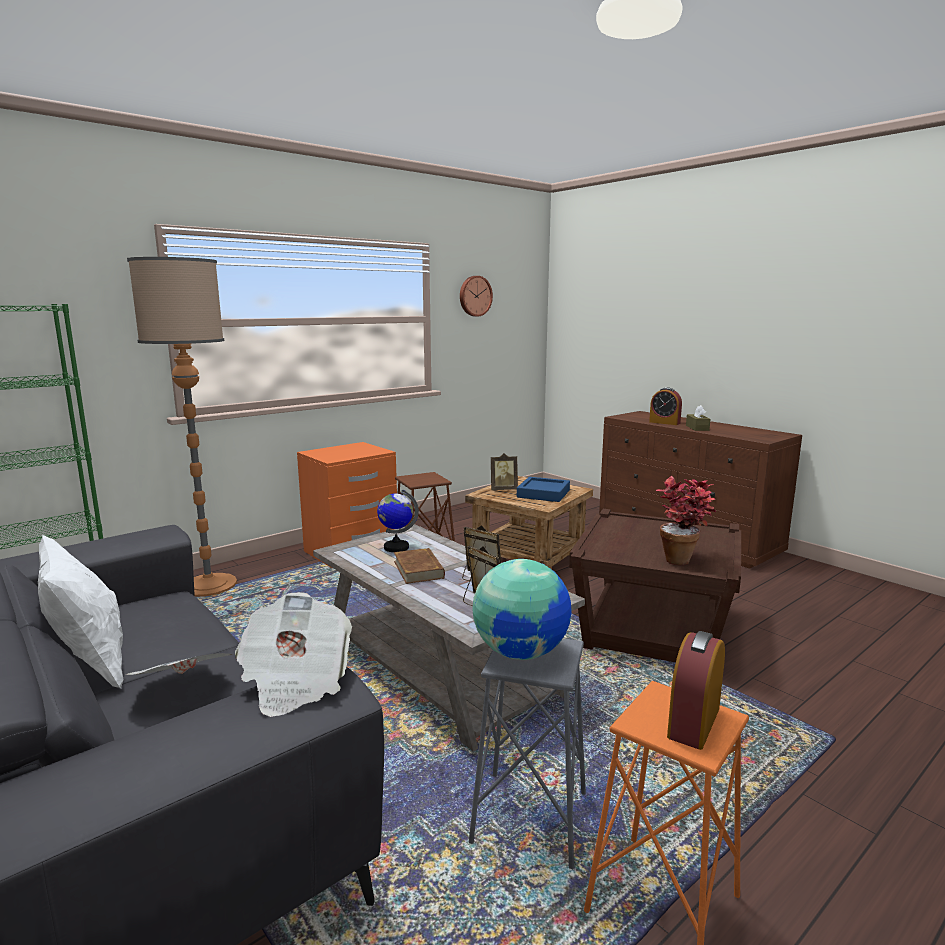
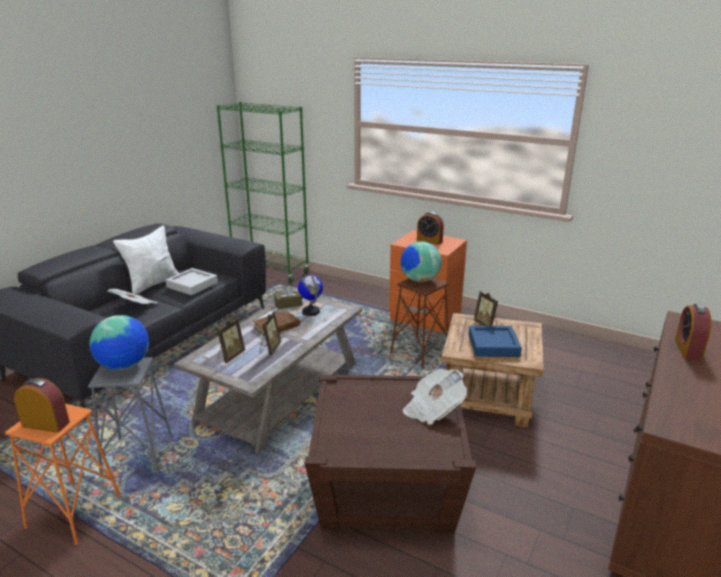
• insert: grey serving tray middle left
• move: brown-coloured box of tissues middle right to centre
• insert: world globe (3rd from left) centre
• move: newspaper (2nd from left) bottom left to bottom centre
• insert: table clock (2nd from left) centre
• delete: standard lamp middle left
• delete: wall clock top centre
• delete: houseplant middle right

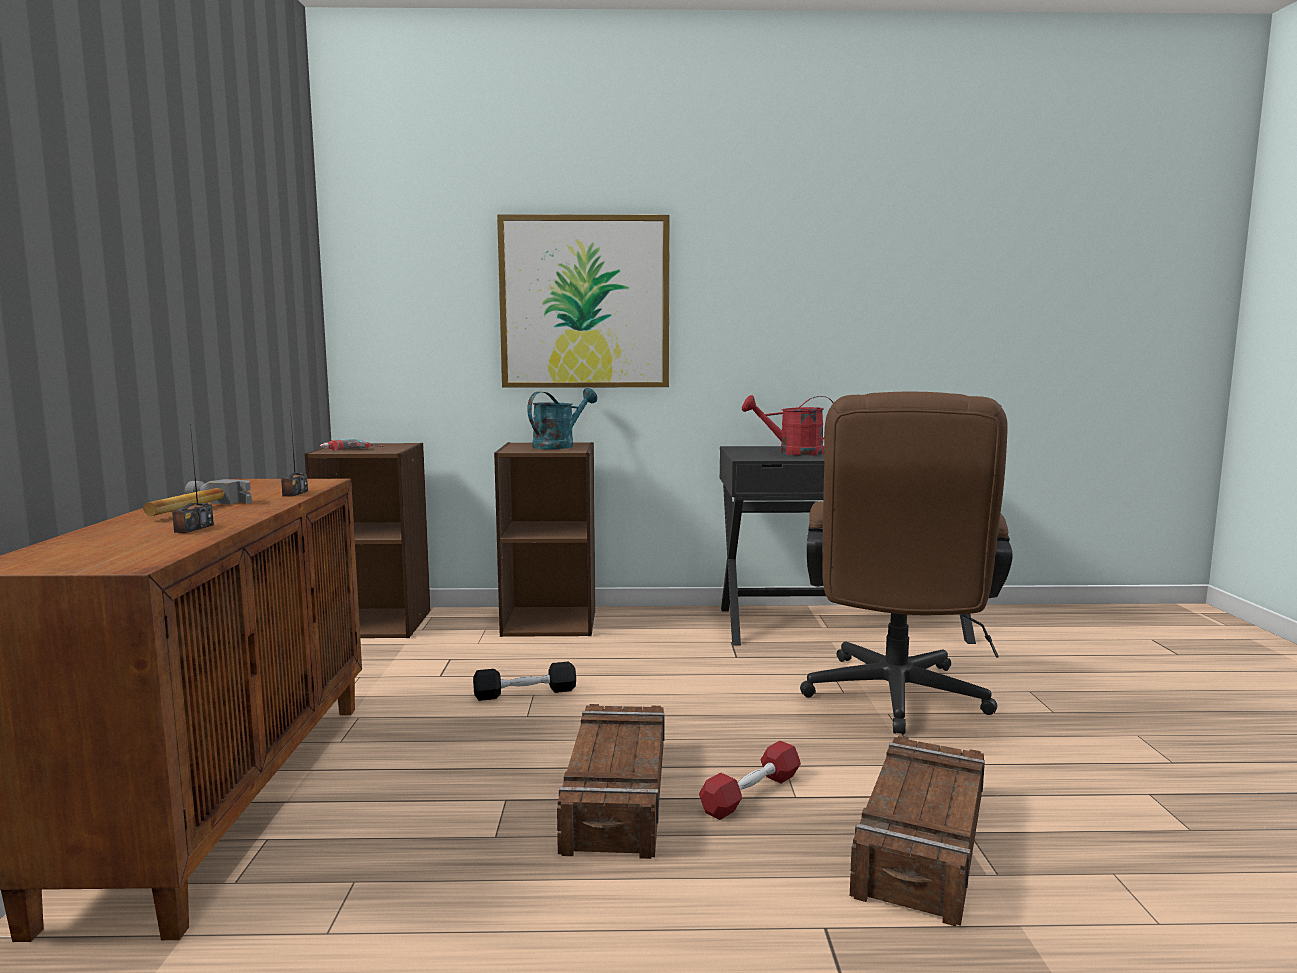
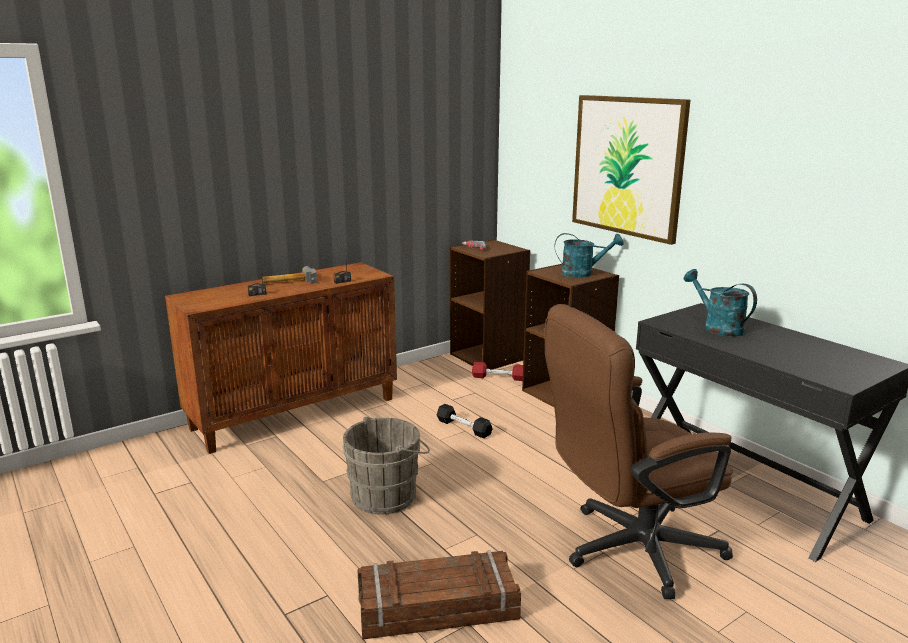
• replace: packing crate (1st from left) bottom centre to grey bucket bottom centre
• move: reddish free weight bottom centre to centre
• recolor: reddish watering can centre to turquoise watering can (2nd from left) middle right

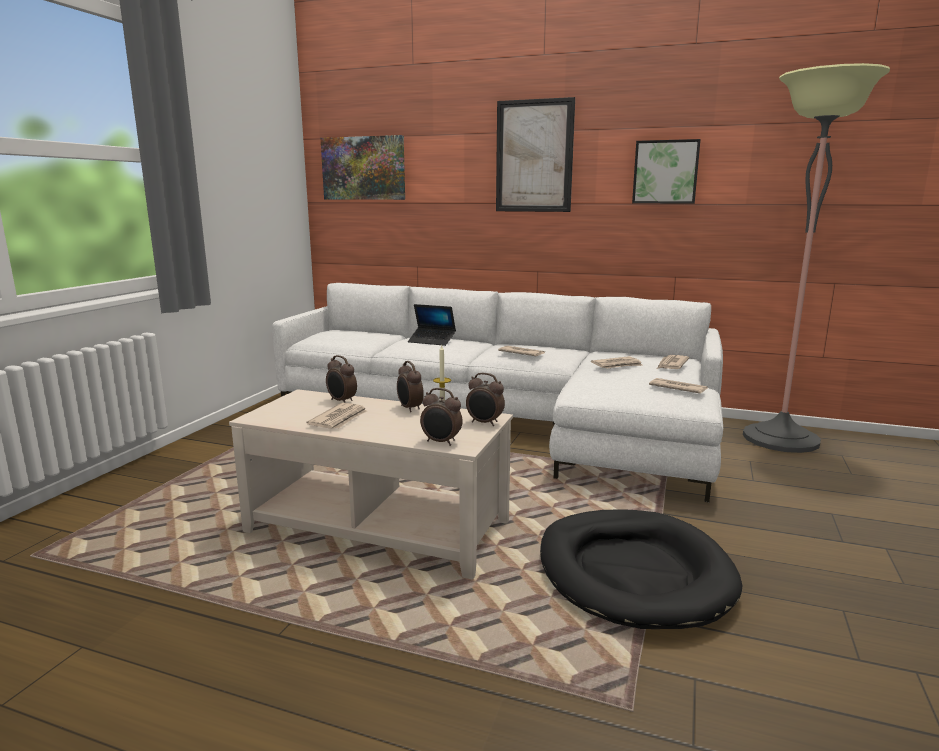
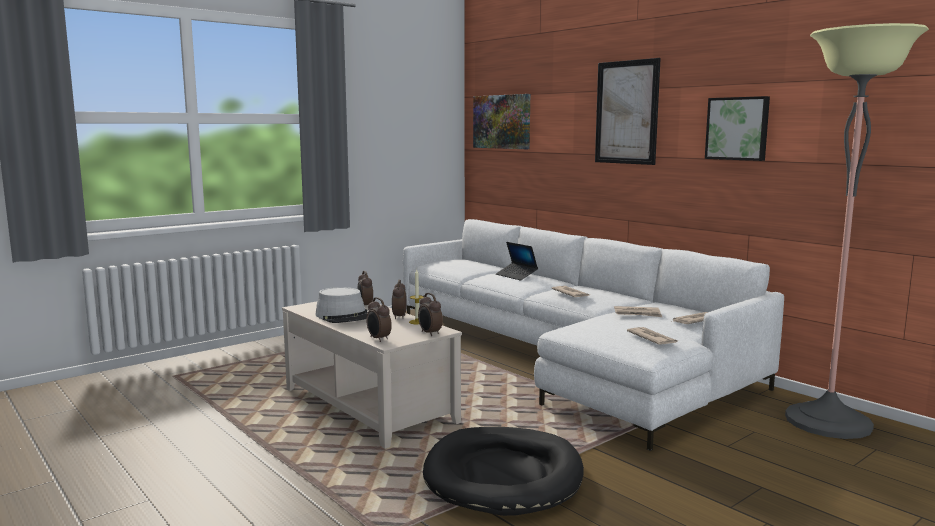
• replace: newspaper (1st from left) centre to grey wearable hat centre

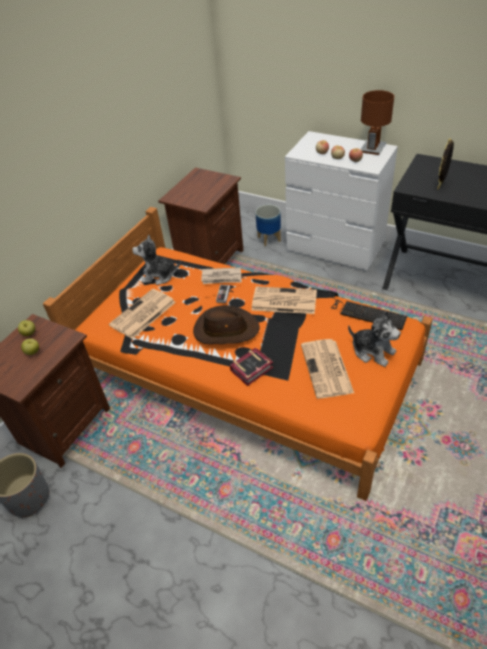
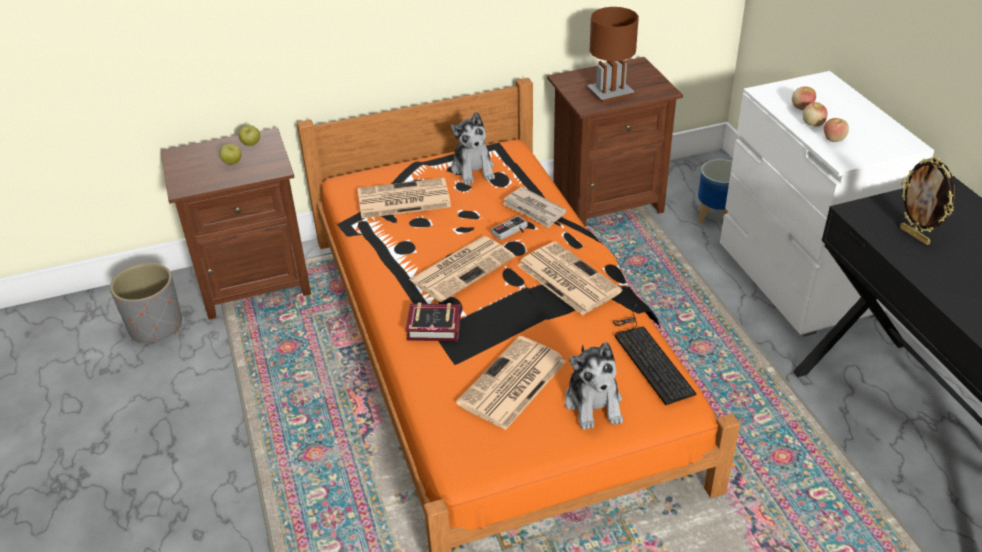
• replace: brown-coloured wearable hat centre to newspaper (2nd from left) centre
• rotate: soft toy (1st from left) middle left = top centre 150 degrees counterclockwise
• move: brown-coloured lamp for a table top right to top centre
• rotate: photo frame top right = middle right 105 degrees counterclockwise

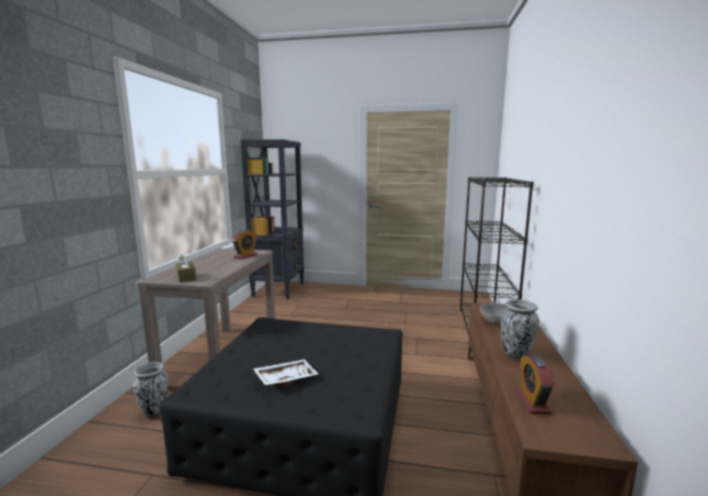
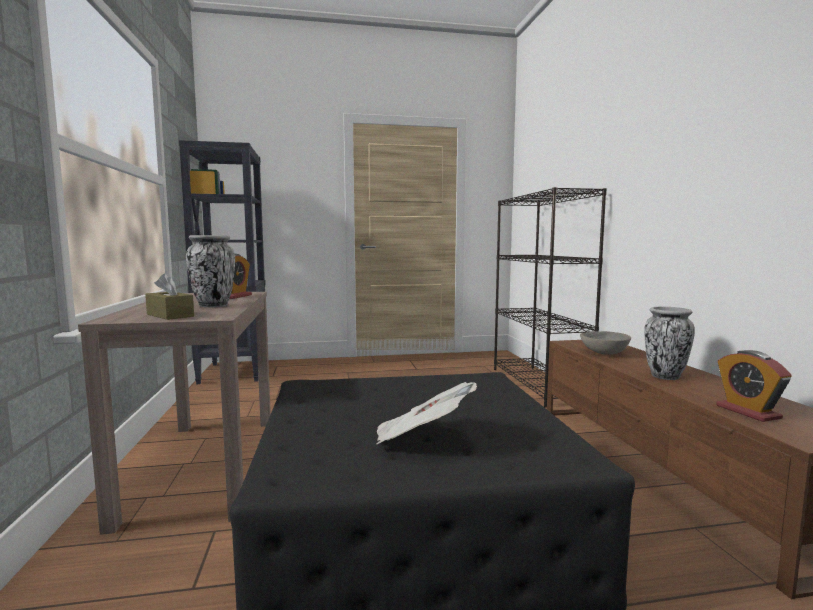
• move: decorative vase (1st from left) bottom left to middle left
• replace: white serving tray bottom centre to newspaper bottom centre

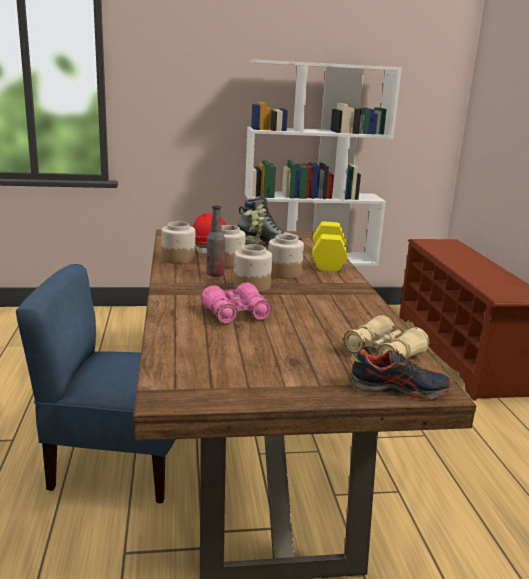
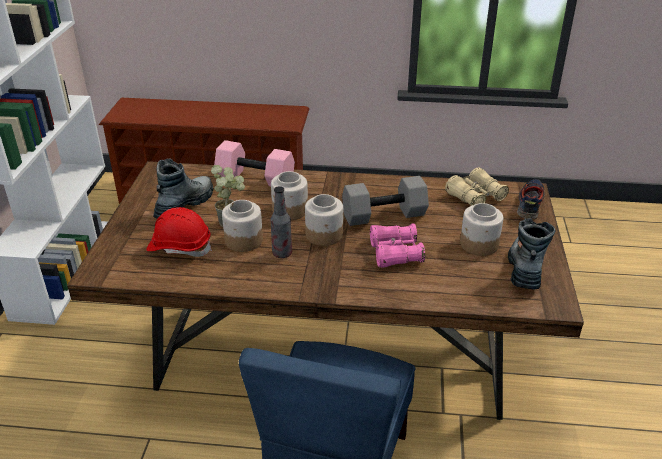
• recolor: yellow free weight centre to pink-coloured free weight centre
• insert: grey free weight centre
• move: jar (1st from left in the first image) centre to jar (4th from left) middle right
• insert: high-top boot (2nd from left) middle right

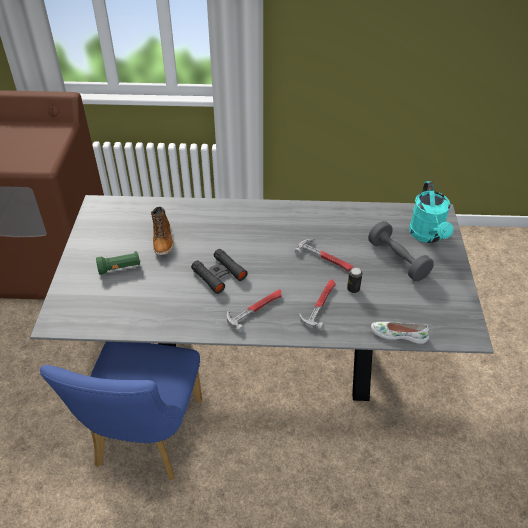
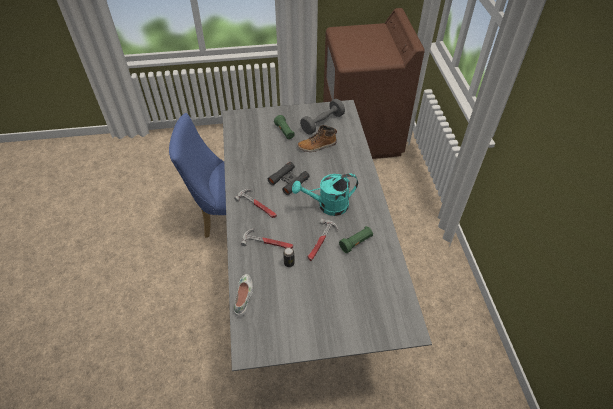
• move: turquoise watering can middle right to centre
• move: grey free weight middle right to top centre
• insert: greenish hand torch (2nd from left) centre

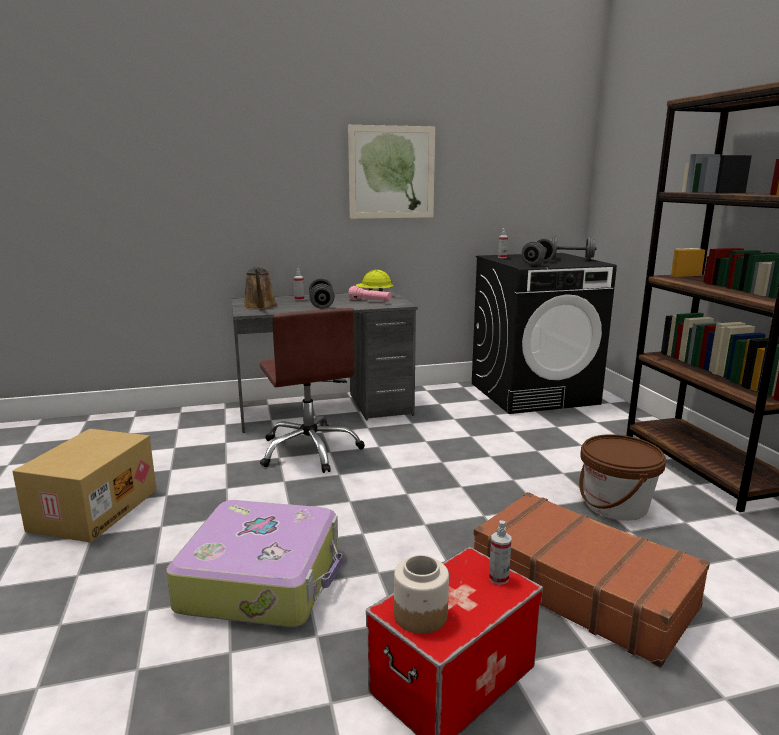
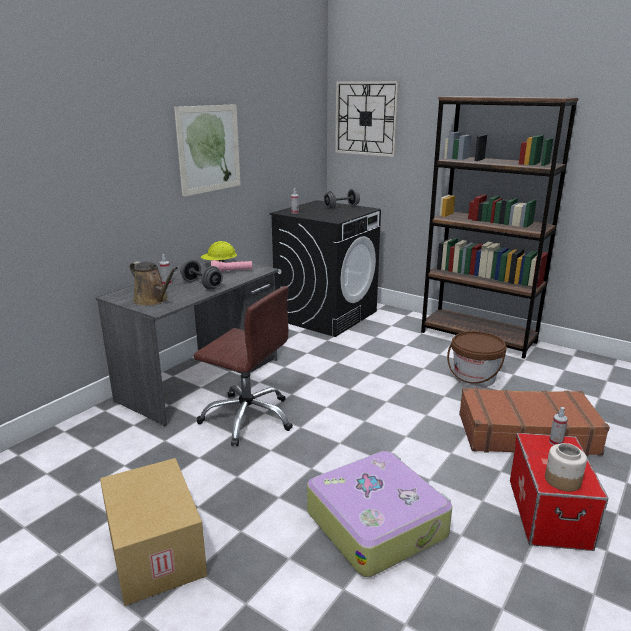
• insert: wall clock top centre
• delete: grey free weight (2nd from left) middle right

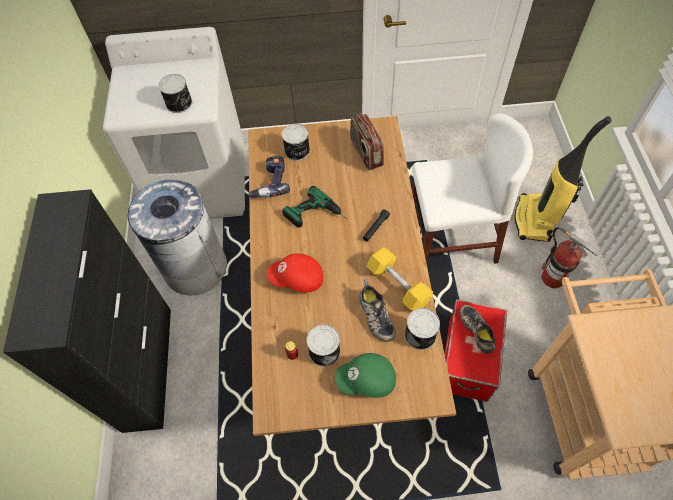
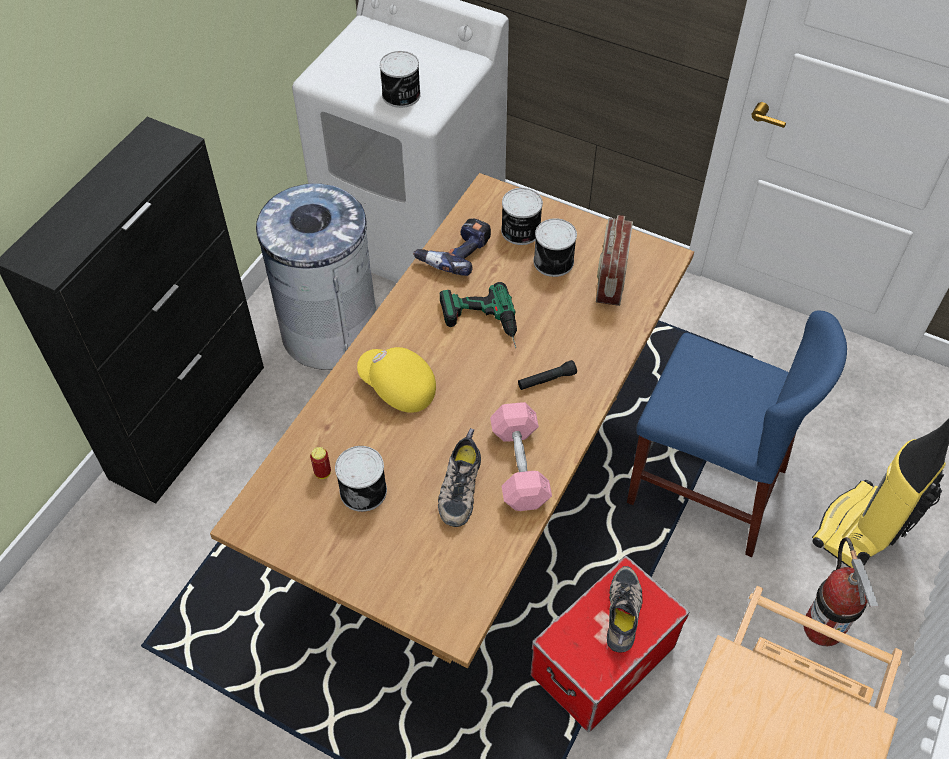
• recolor: reddish peaked cap centre to yellow peaked cap centre
• recolor: yellow free weight centre to pink-coloured free weight centre
• move: metal can (5th from left) centre to top centre
• recolor: white upright chair middle right to blue-coloured upright chair middle right
• delete: greenish peaked cap bottom centre

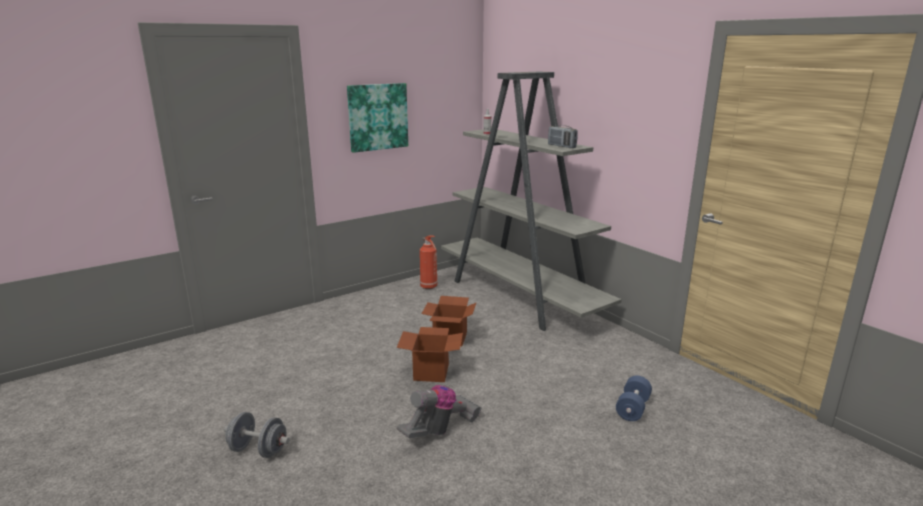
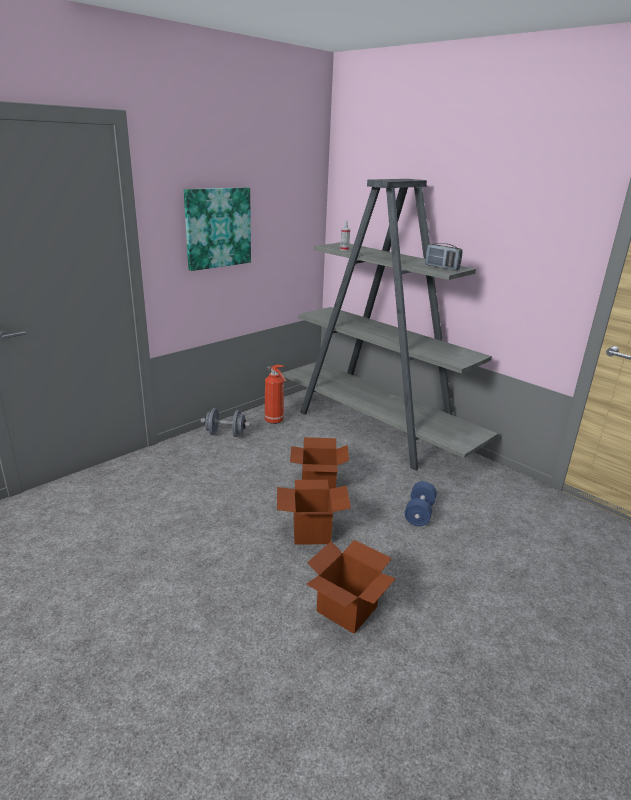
• move: grey free weight bottom left to centre
• replace: hoover bottom centre to carton (3rd from left) bottom centre
• move: blue-coloured free weight bottom right to centre

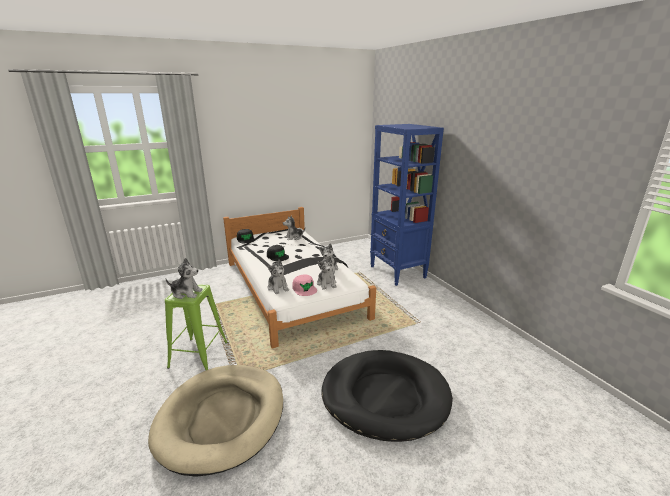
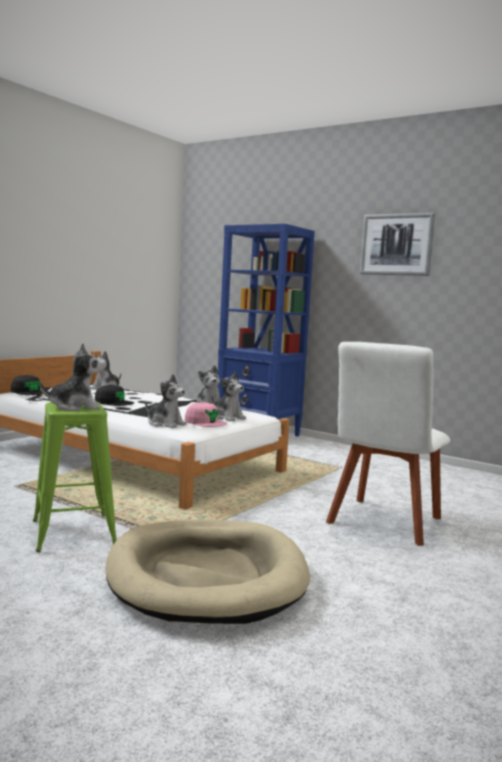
• replace: blackish pet bed bottom centre to white upright chair middle right
• insert: wall picture top right

